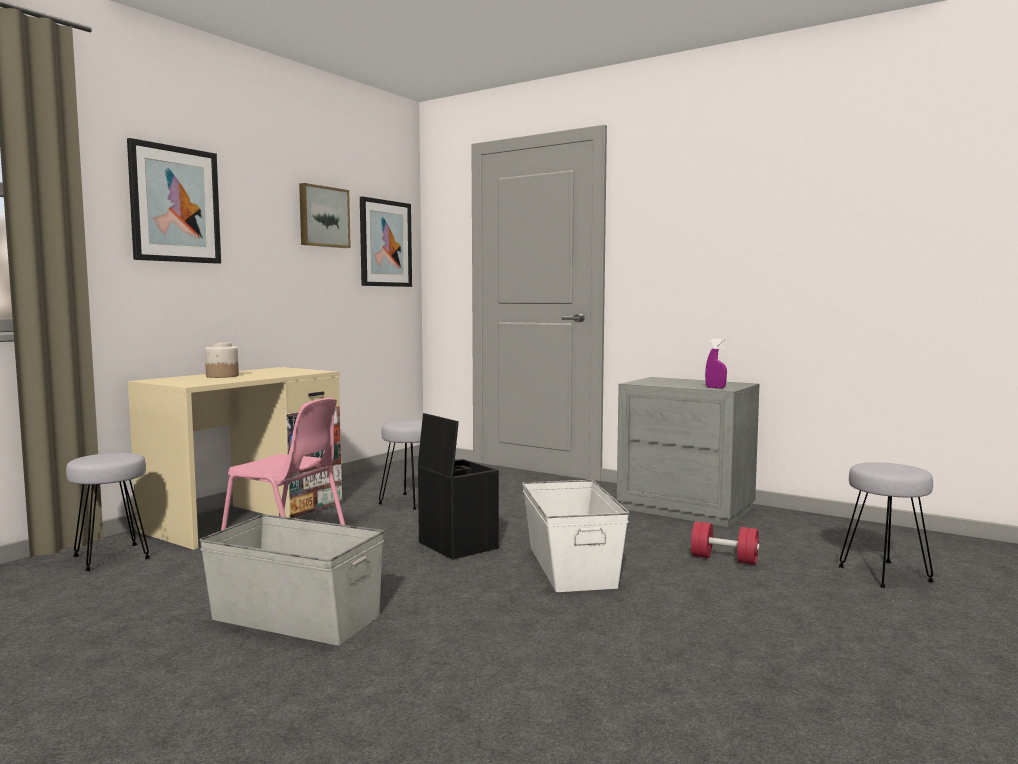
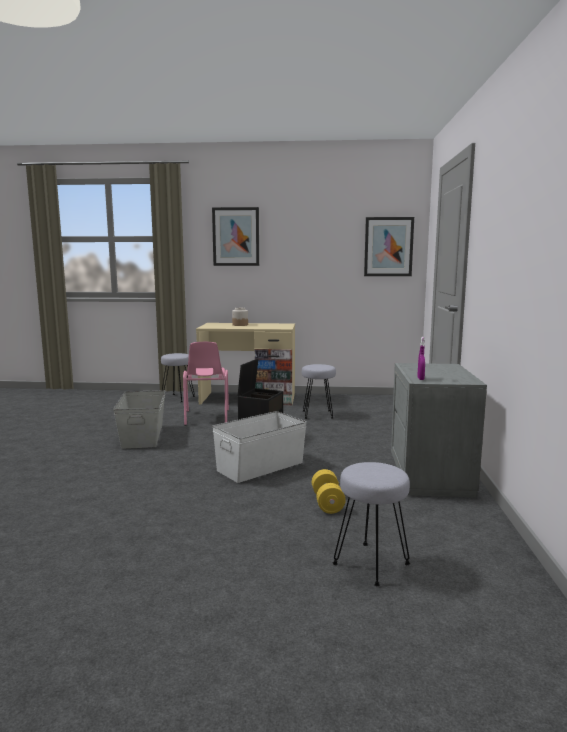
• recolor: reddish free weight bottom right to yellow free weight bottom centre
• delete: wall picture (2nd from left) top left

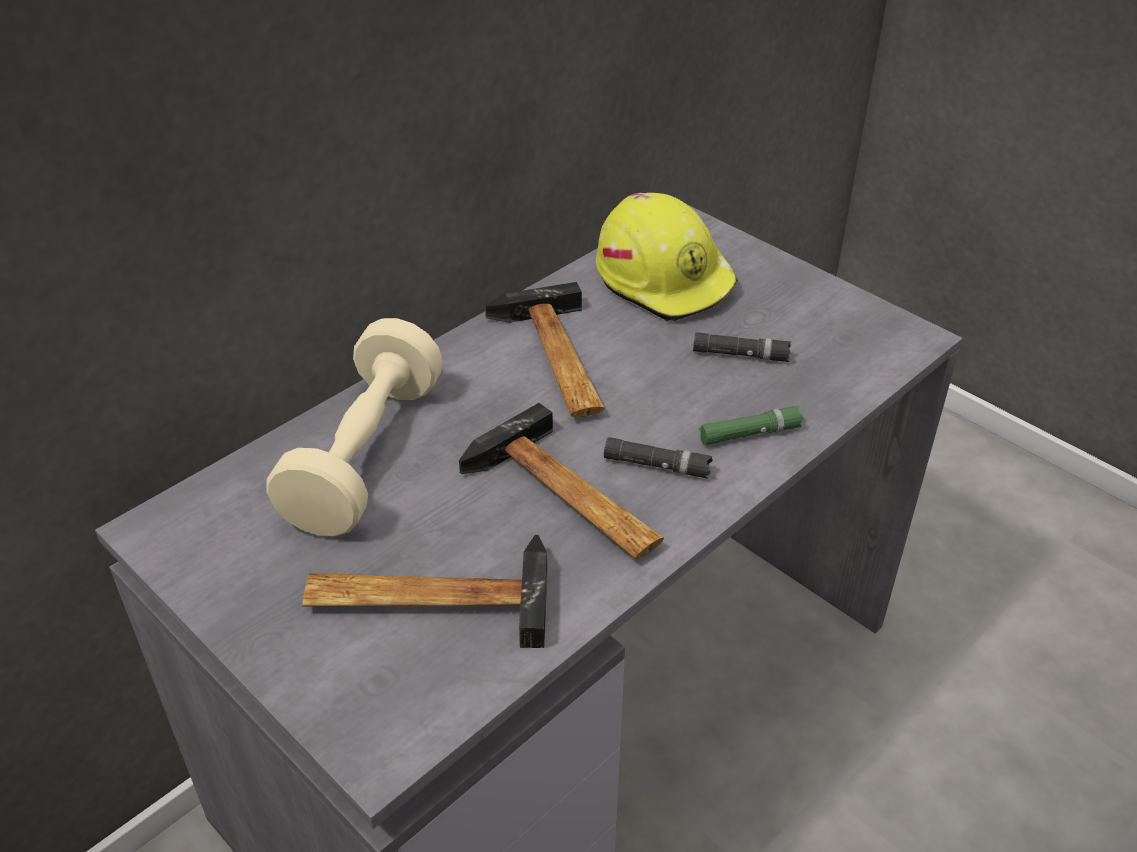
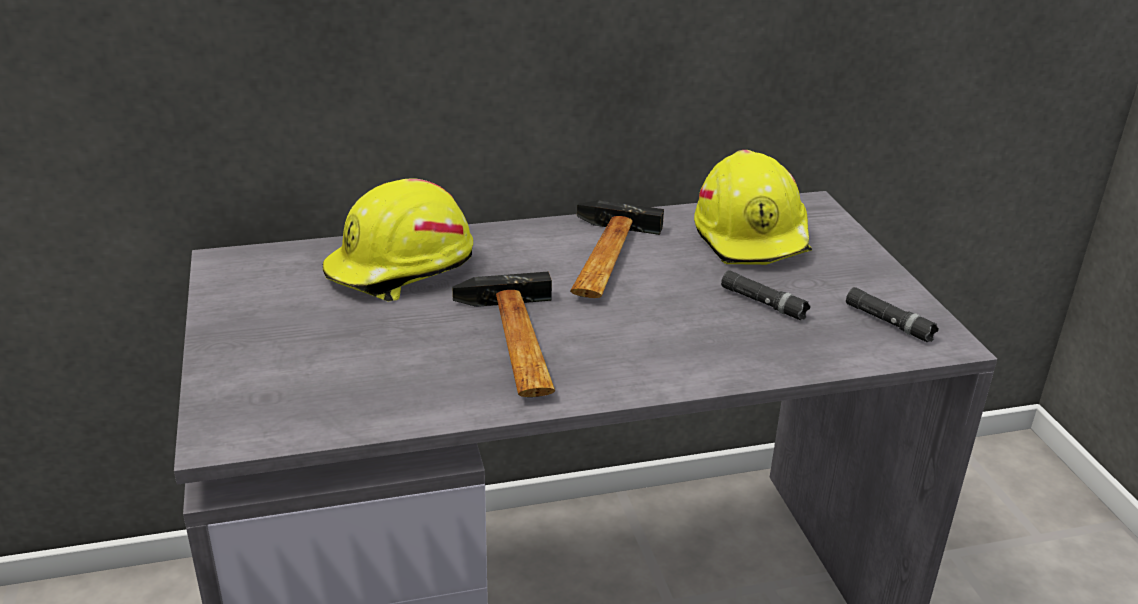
• replace: sand-coloured free weight middle left to yellow work helmet (1st from left) centre
• move: blackish hand torch (1st from left in the first image) centre to blackish hand torch (2nd from left) middle right
• delete: hammer (1st from left) bottom centre
• delete: greenish hand torch centre

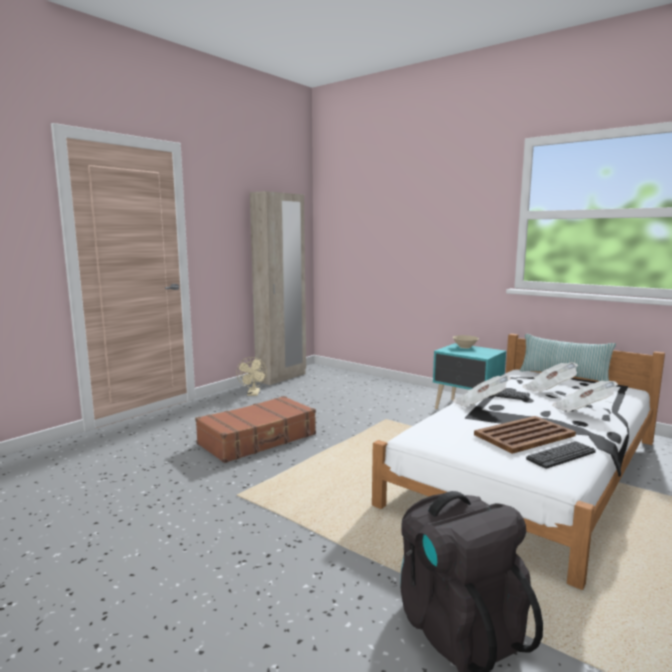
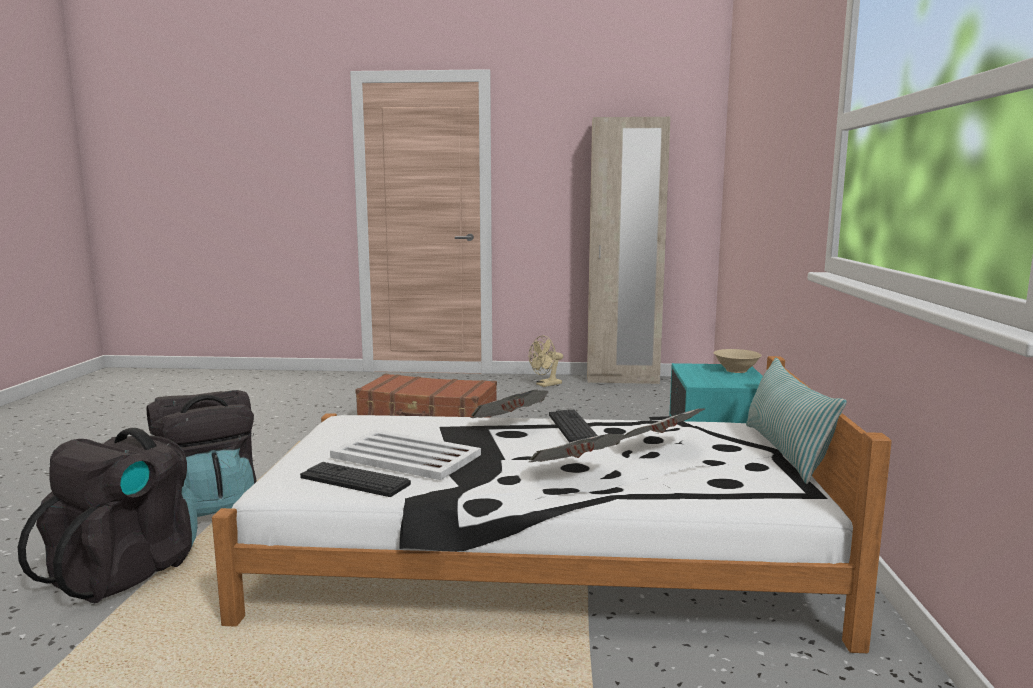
• insert: blackish knapsack (2nd from left) middle left
• recolor: brown-coloured serving tray middle right to white serving tray centre

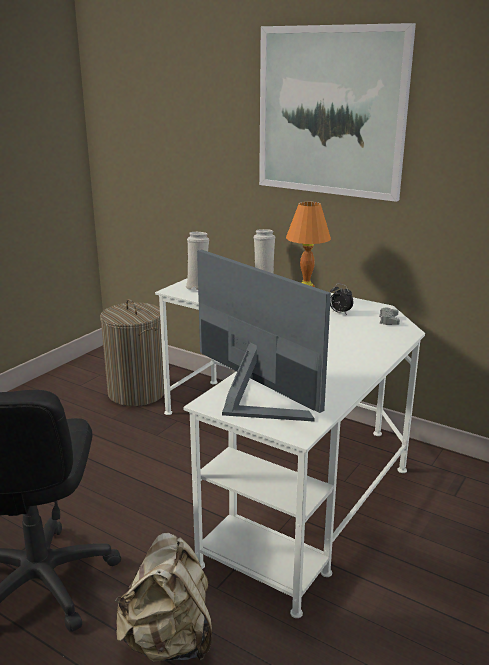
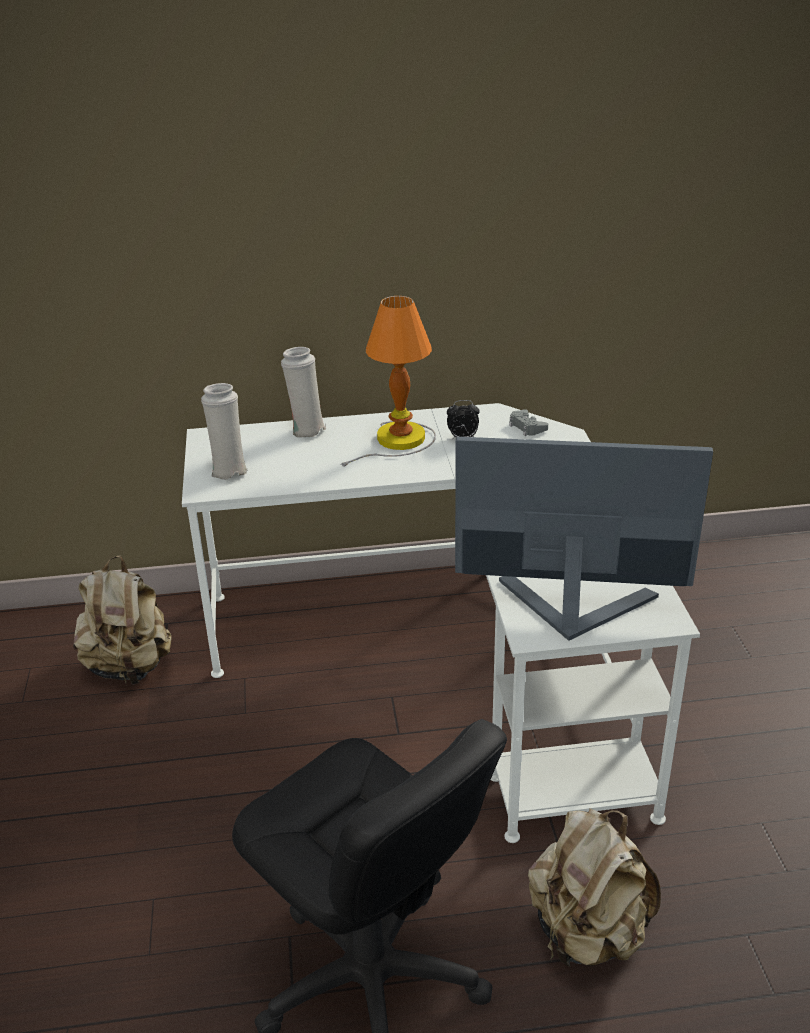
• replace: washing basket middle left to sand-coloured knapsack (1st from left) middle left
• delete: wall picture top right

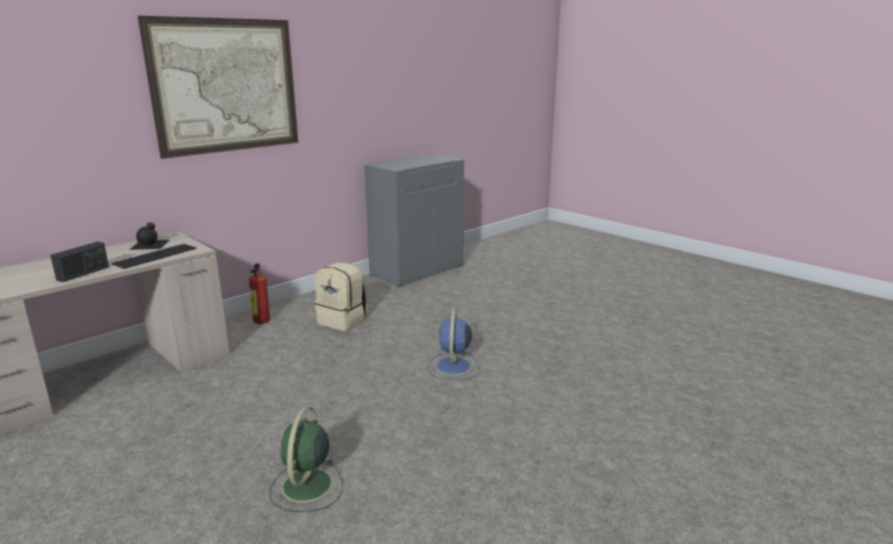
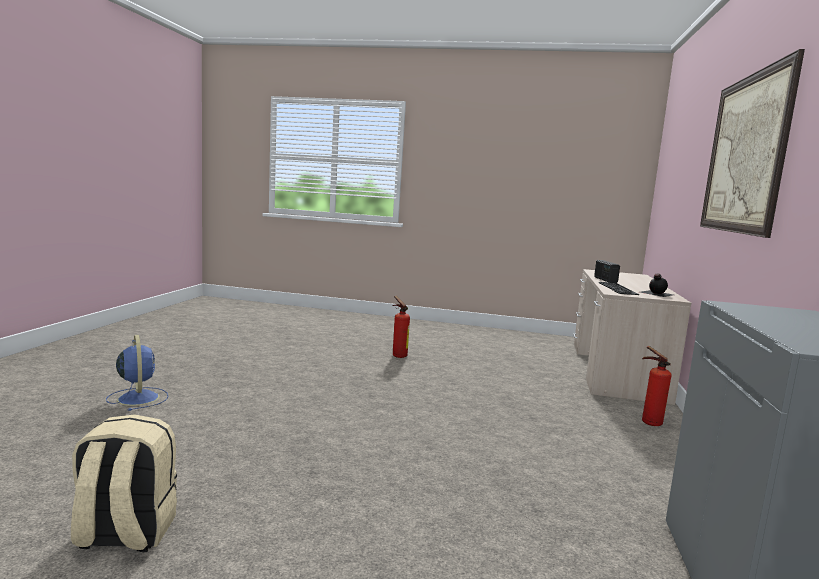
• move: sand-coloured knapsack centre to bottom left
• move: blue-coloured fan centre to middle left
• replace: greenish fan bottom centre to extinguisher (1st from left) centre

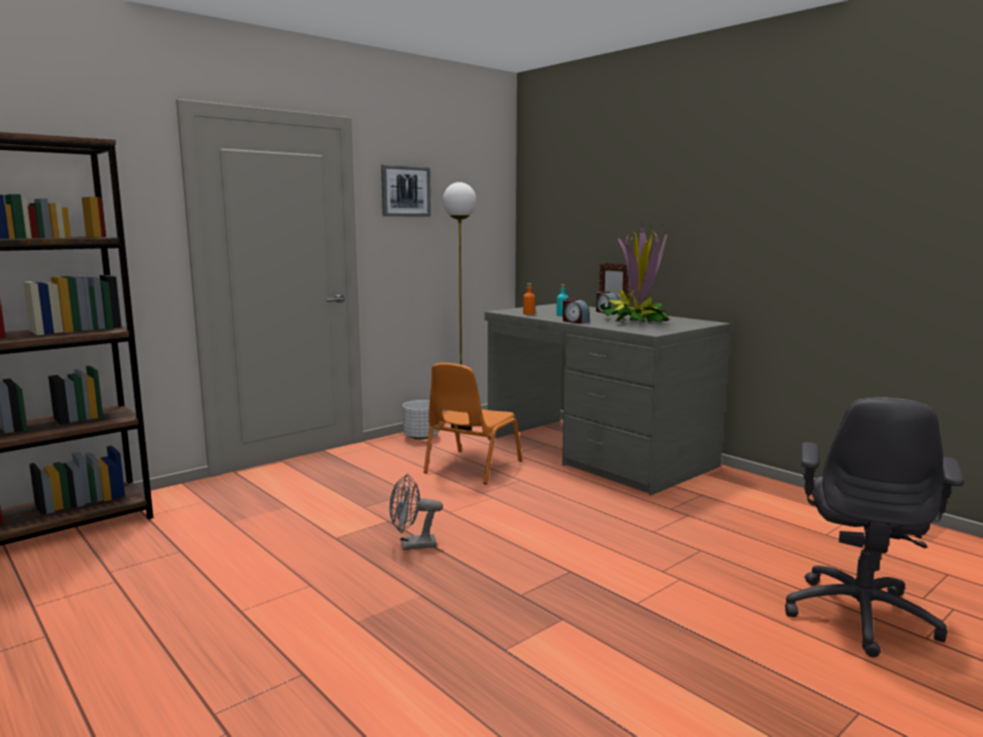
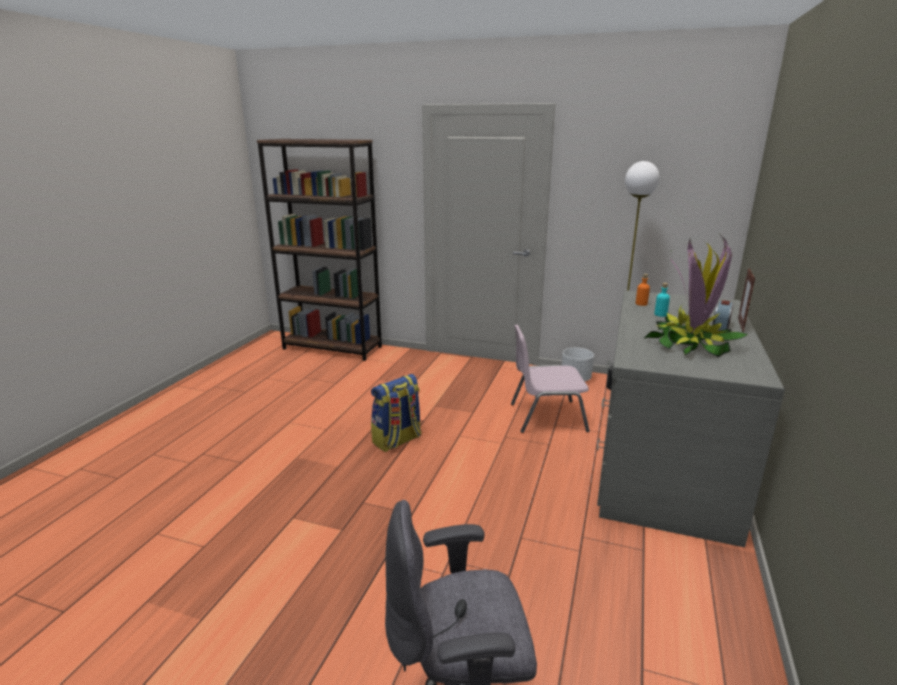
• replace: grey fan bottom centre to knapsack centre
• recolor: orange-coloured upright chair centre to pink-coloured upright chair centre
• delete: wall picture top centre
• delete: table clock (1st from left) centre

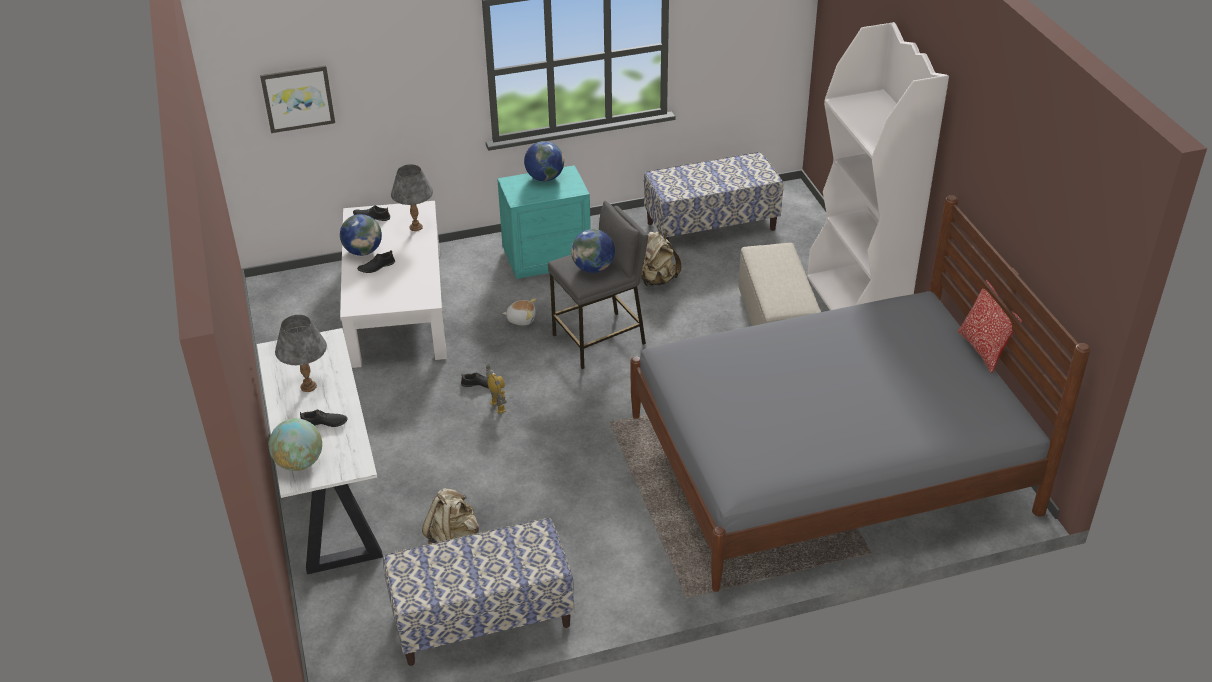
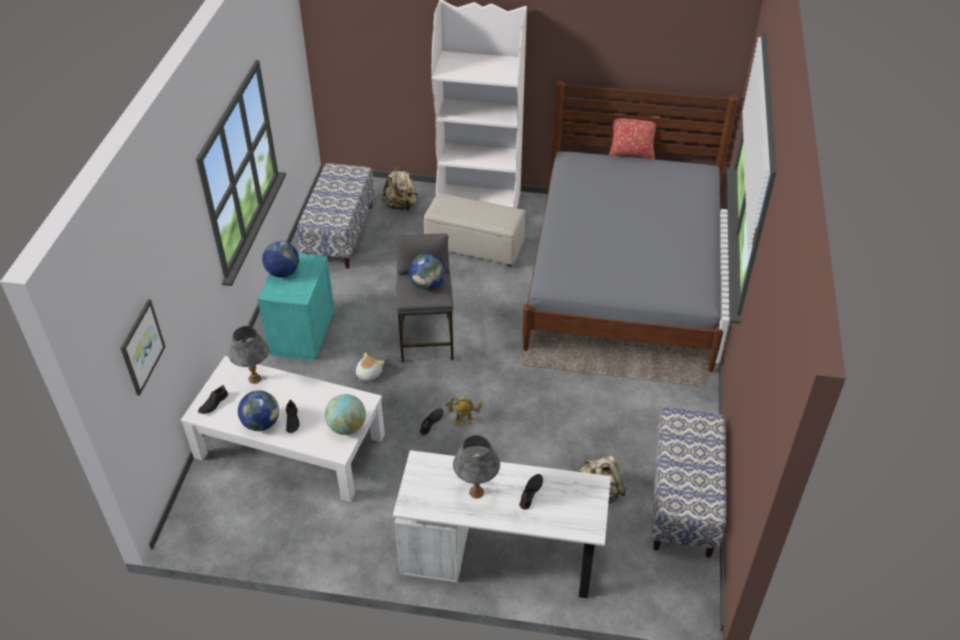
• move: world globe (1st from left in the first image) middle left to world globe (3rd from left) centre
• move: sand-coloured knapsack (2nd from left in the first image) centre to sand-coloured knapsack (1st from left) top centre

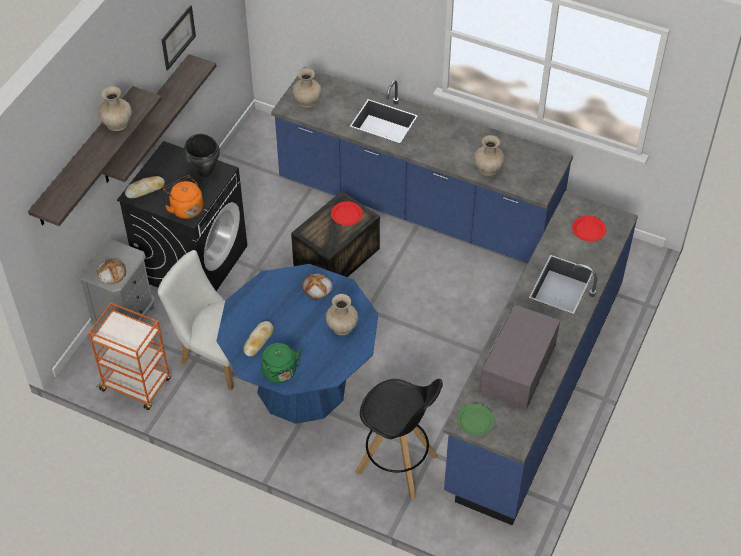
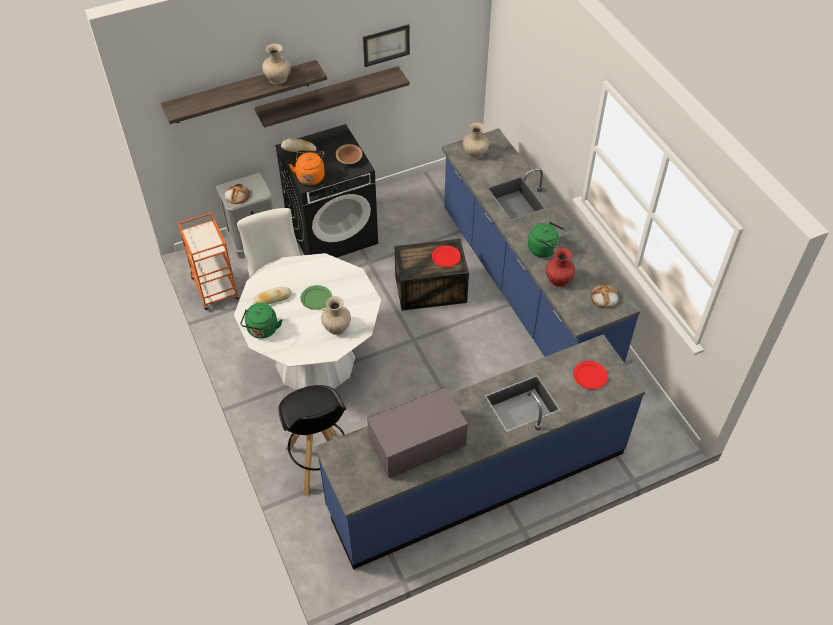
• recolor: blue-coloured kitchen table centre to white kitchen table centre
• move: greenish flat dish bottom centre to centre
• replace: blackish saucepot top left to brown-coloured bowl top centre
• insert: greenish kettle (2nd from left) centre
• recolor: sand-coloured decorative vase (4th from left) top centre to reddish decorative vase middle right
• move: baked bread (4th from left) centre to middle right

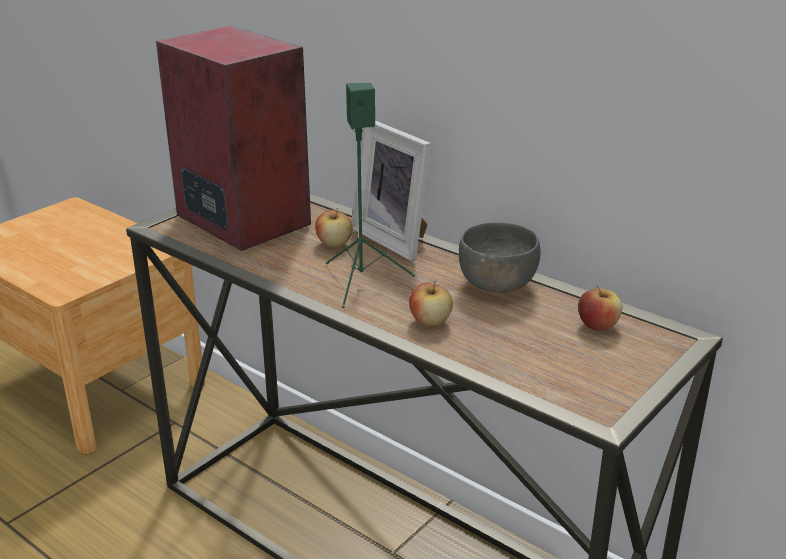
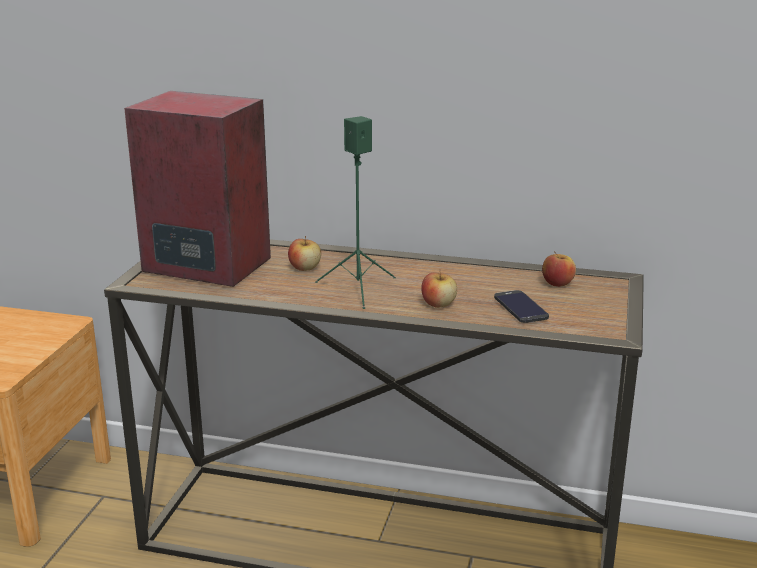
• insert: handset middle right
• delete: photo frame centre
• delete: grey bowl centre

